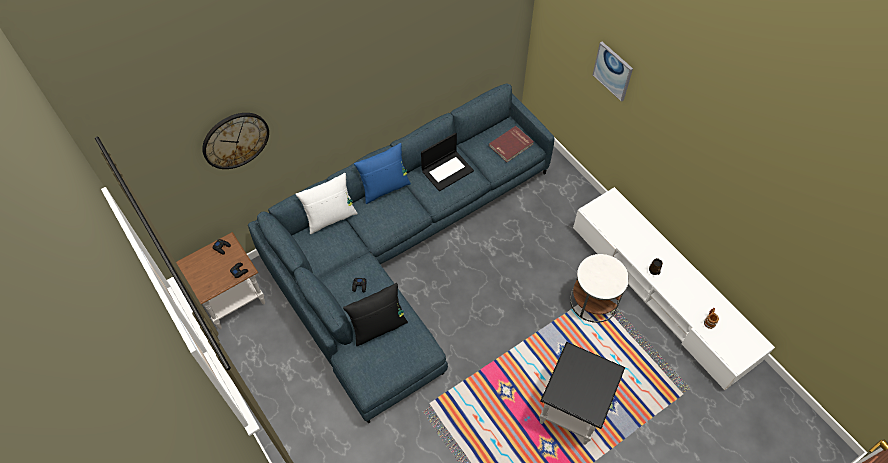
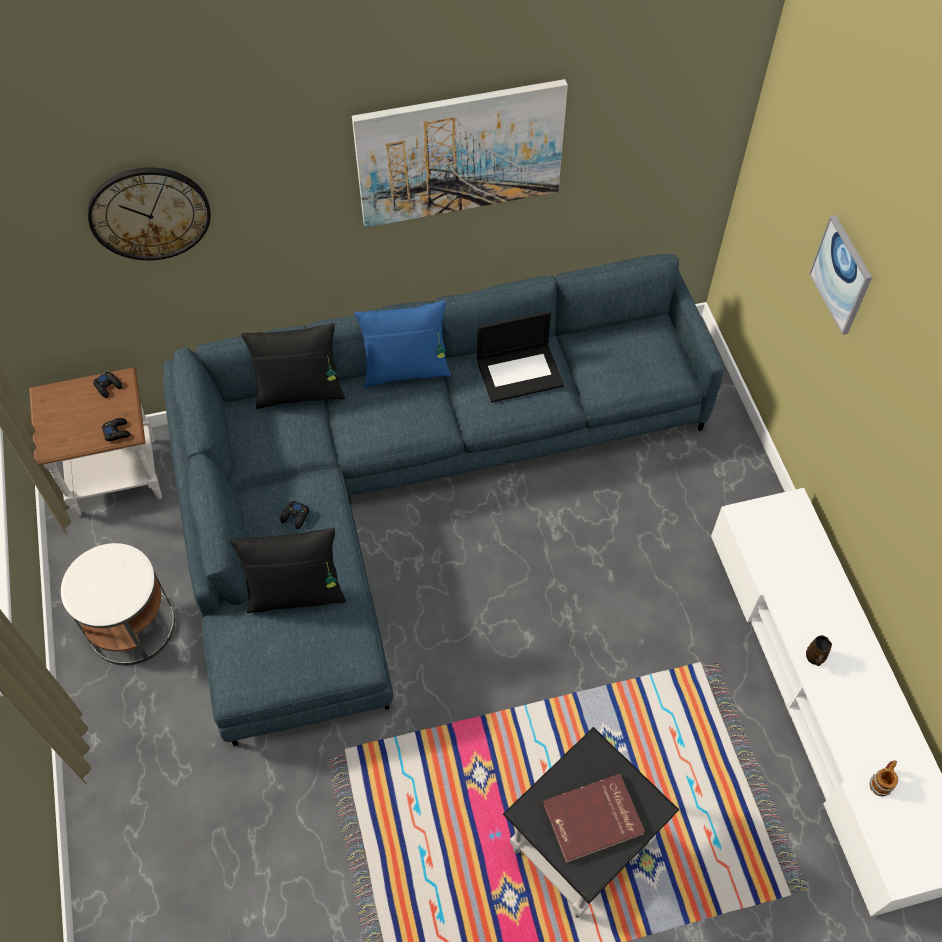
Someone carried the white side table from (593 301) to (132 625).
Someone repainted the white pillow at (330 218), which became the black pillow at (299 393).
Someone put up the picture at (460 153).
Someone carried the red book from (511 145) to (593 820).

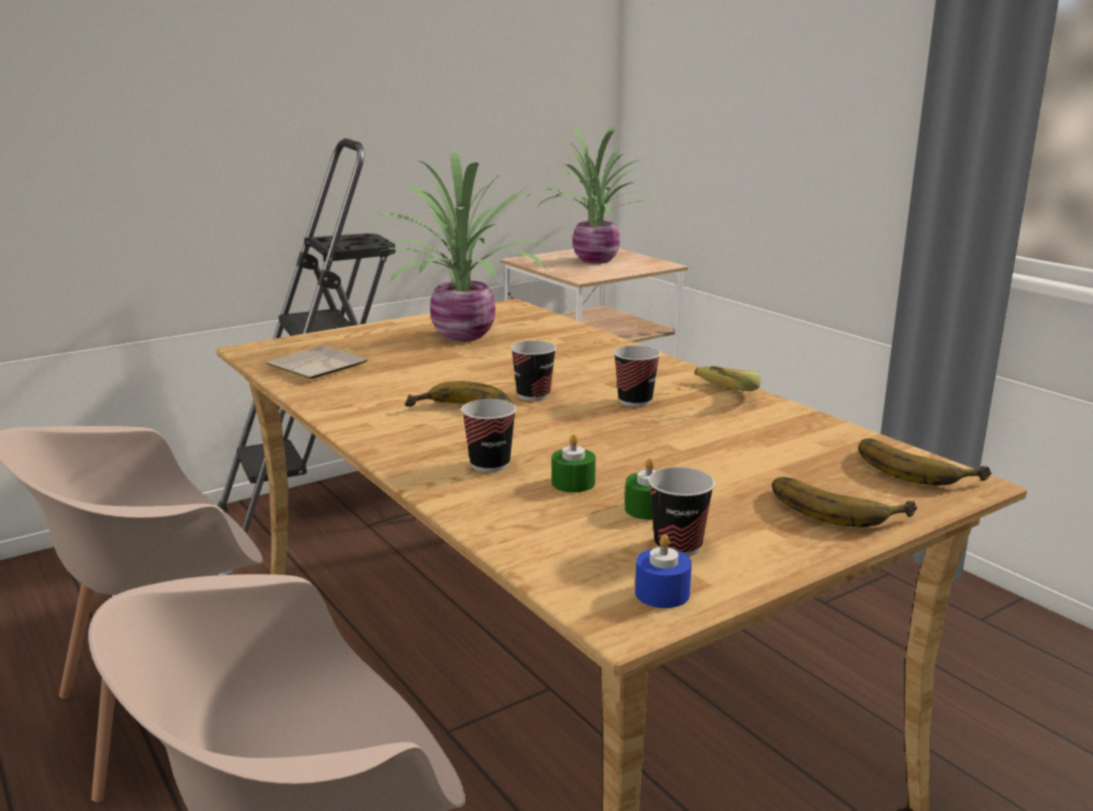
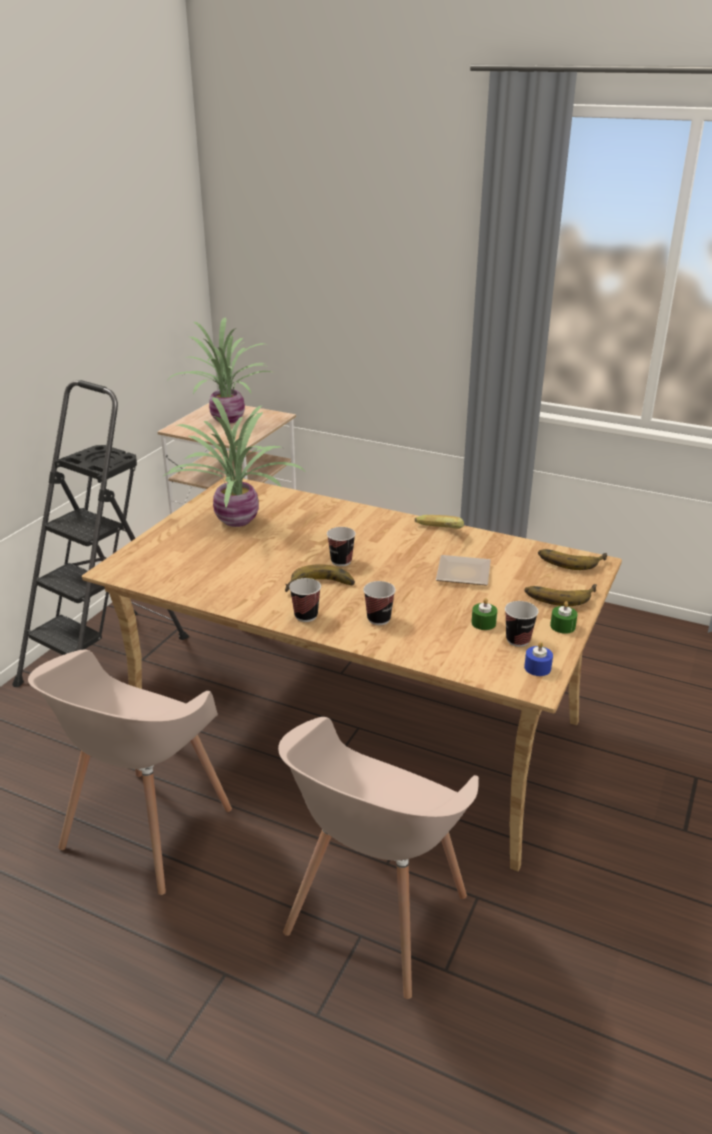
Someone carried the cup from (635 401) to (306 616).
Someone carried the plate from (316 368) to (465 574).
Someone carried the green candle from (573 483) to (562 626).

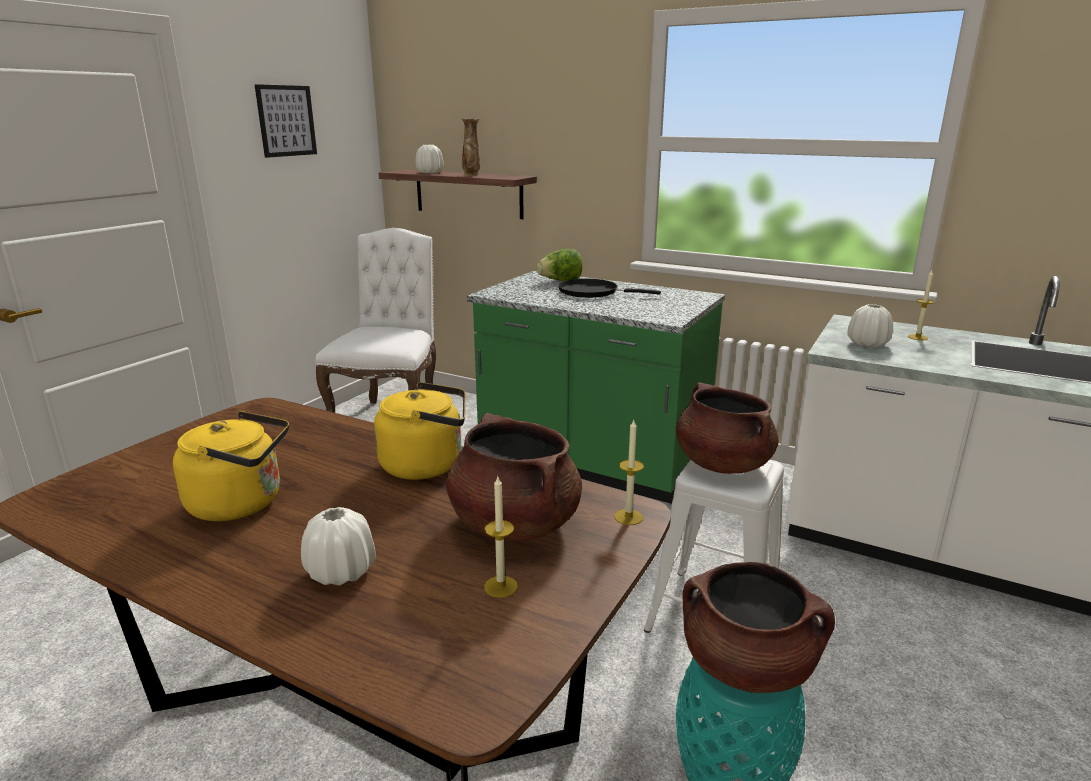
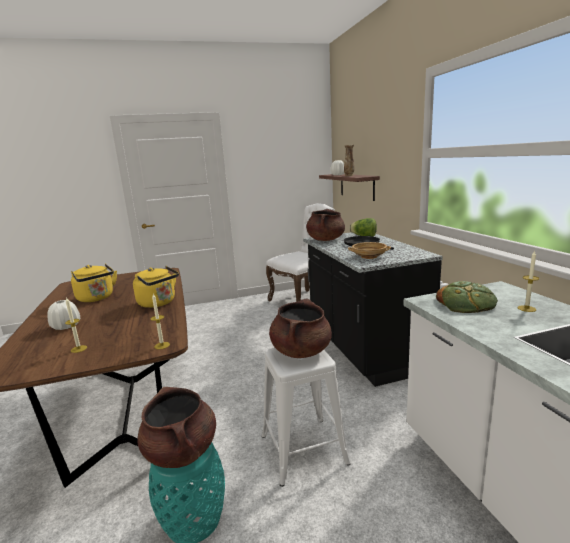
Someone repainted the green counter at (591 463), which became the black counter at (363 348).
Someone carried the brown cooking pot from (514 524) to (325 240).
Someone put down the beige bowl at (368 256).
Someone swapped the white vase at (867 343) for the bread at (466 303).
Someone took away the picture at (286 121).

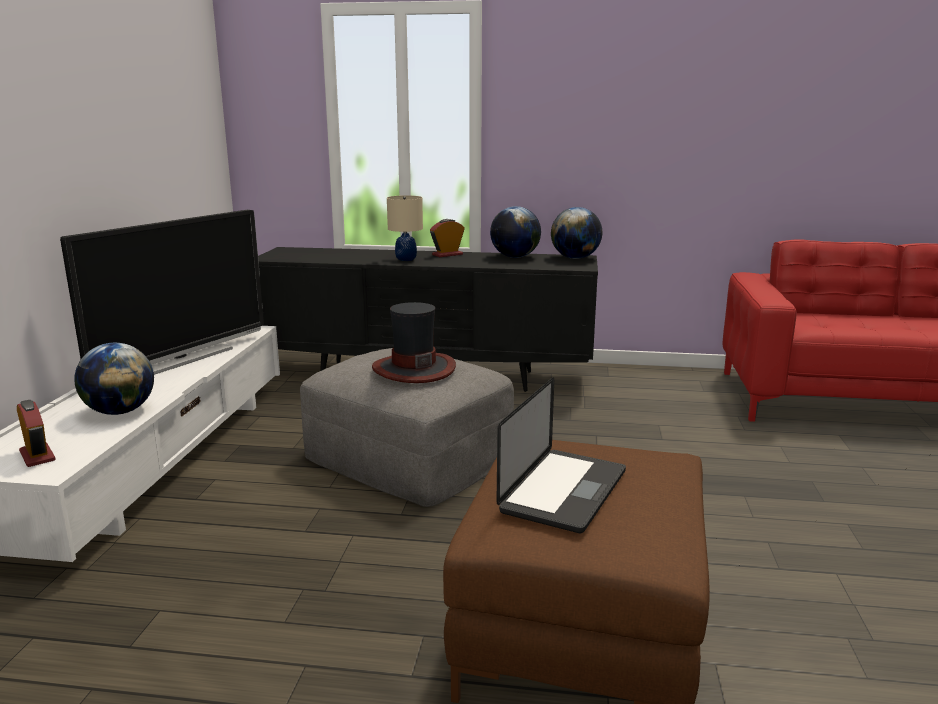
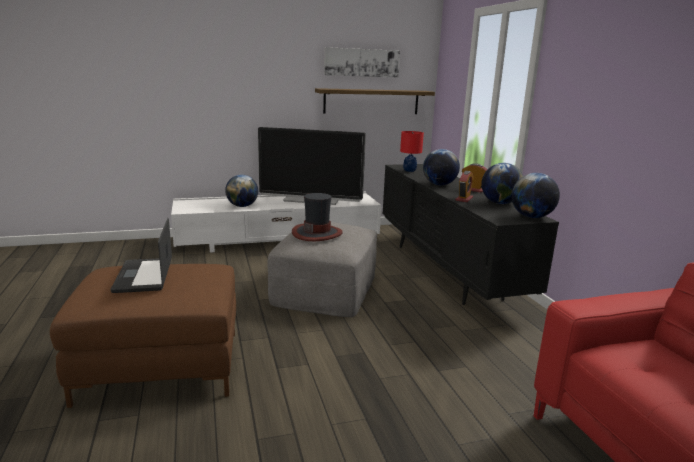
Someone rotated the laptop at (564 491) by 75 degrees clockwise.
Someone put up the shelf at (371 101).
Someone put up the picture at (362 62).
Someone put down the red table lamp at (409 171).
Someone swapped the beige table lamp at (406 260) for the globe at (439 185).
Someone carried the alarm clock from (37 456) to (464 199).

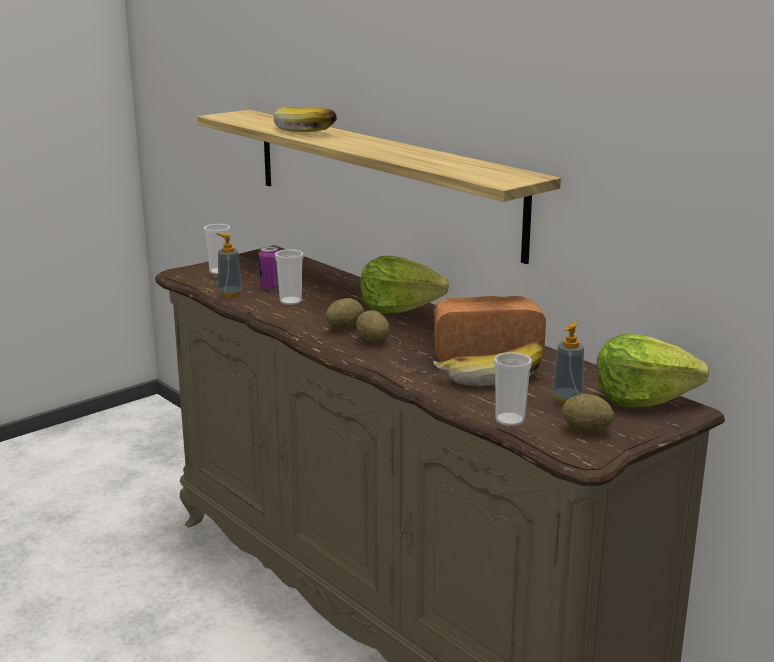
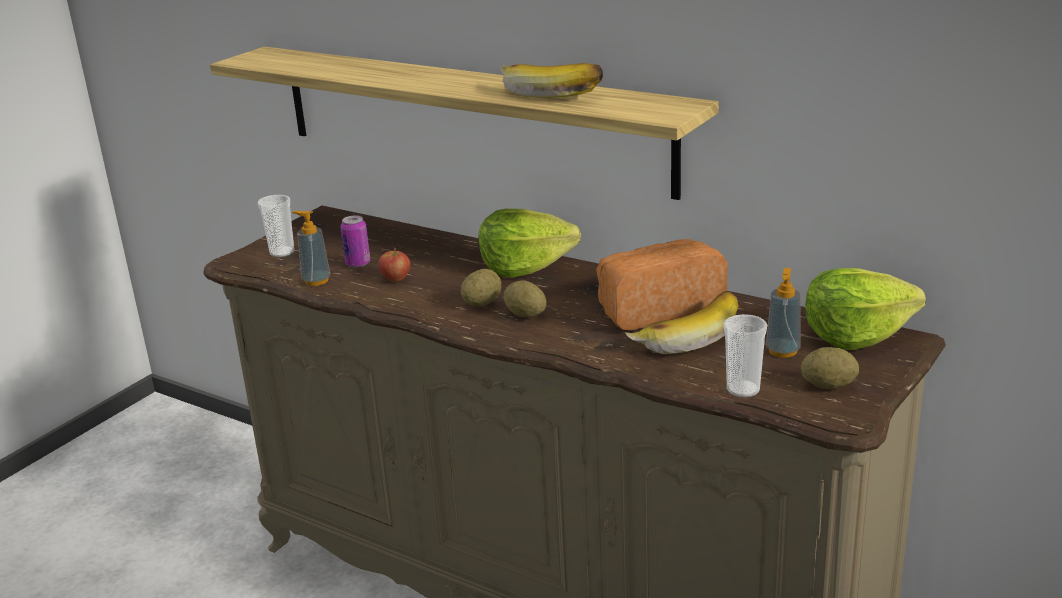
Someone swapped the cup at (290 301) for the apple at (395 279).
Someone carried the banana from (306 130) to (552 92).

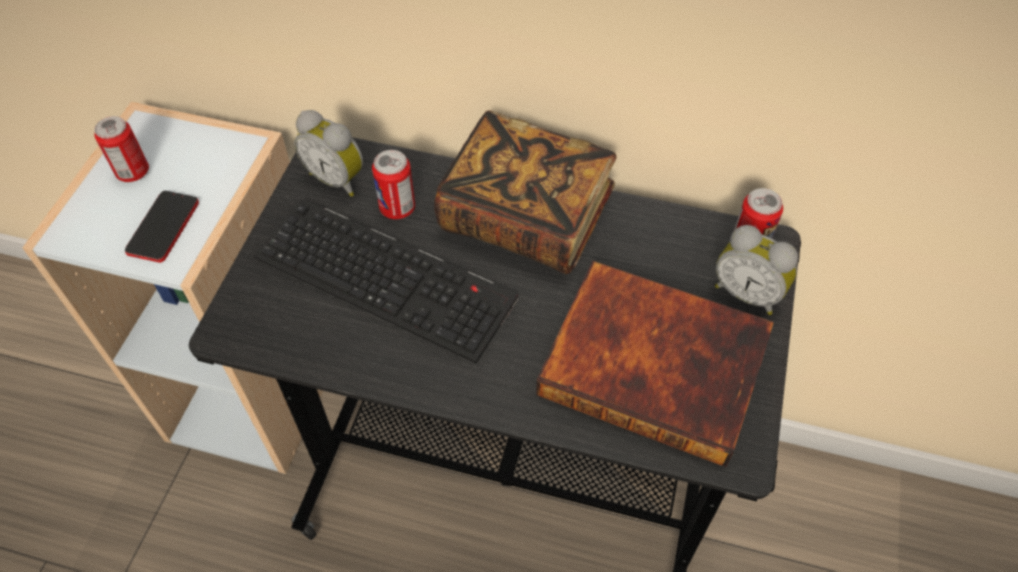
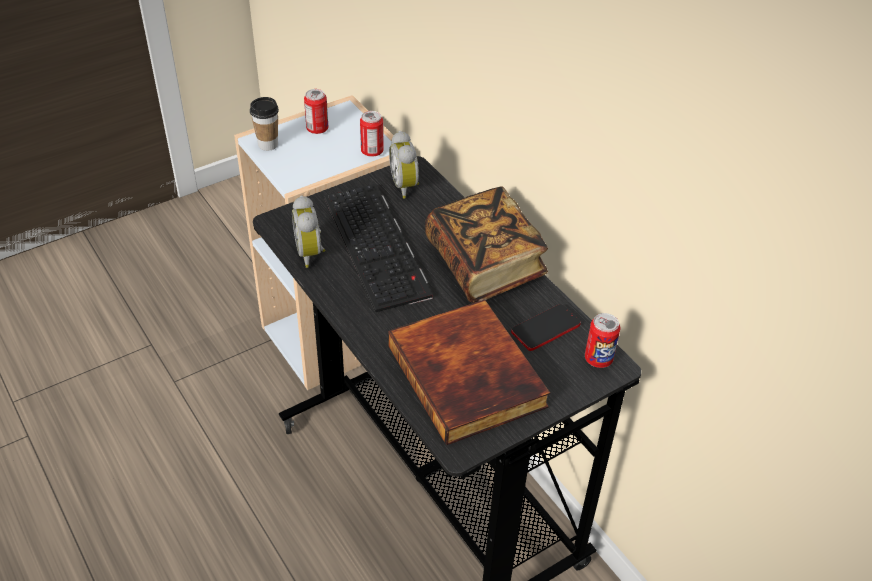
Someone put down the cup at (268 144).
Someone carried the alarm clock from (747 292) to (311 253).
Someone carried the can from (397 208) to (372 151).
Someone carried the phone from (163 227) to (545 328).

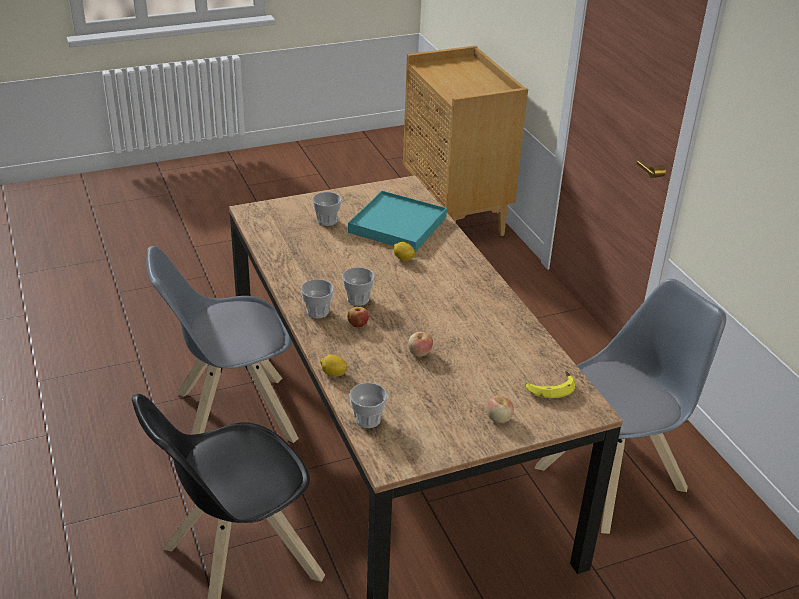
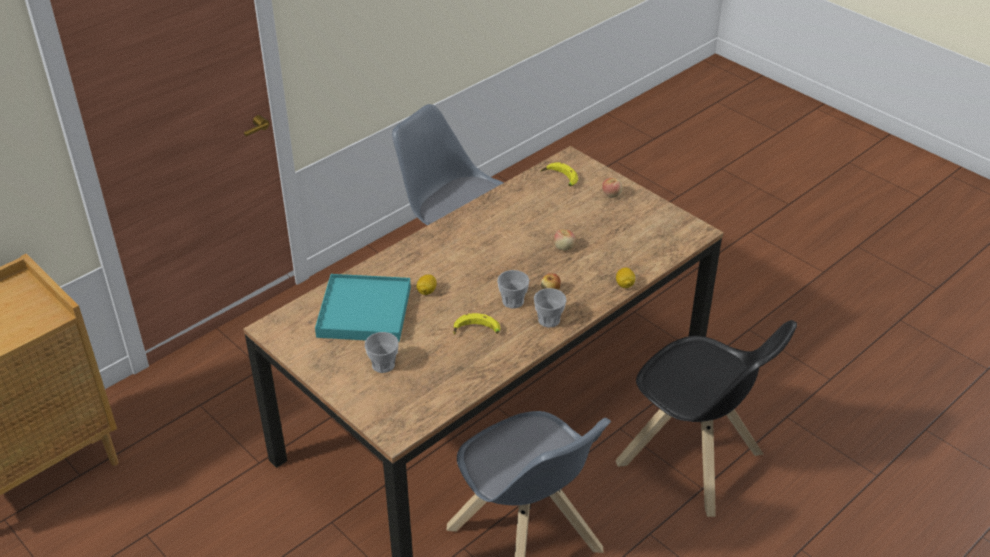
Someone put down the banana at (476 332).
Someone took away the cup at (367 419).

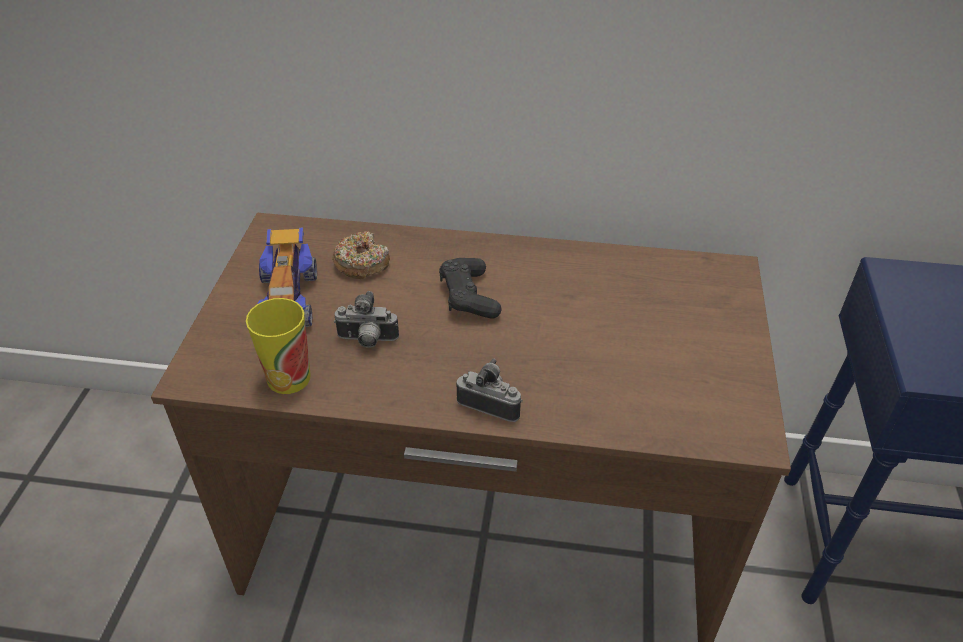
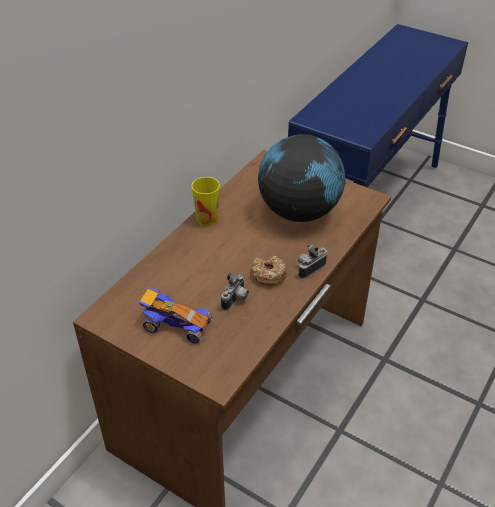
Someone carried the cup from (288 378) to (207 218).
Someone carried the donut from (361 263) to (268 275).
Someone put down the globe at (299 212).
Someone took away the black game controller at (468 297).

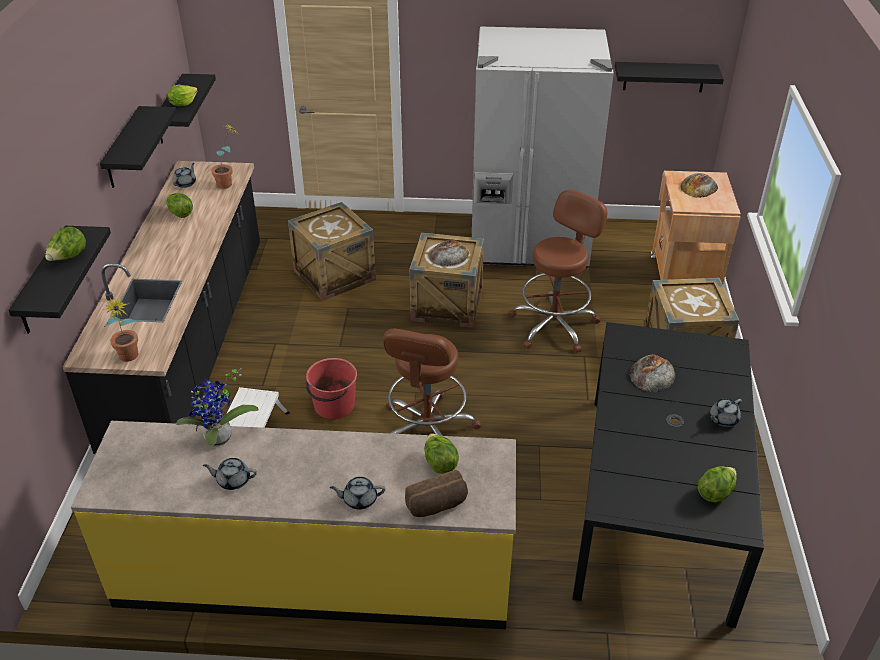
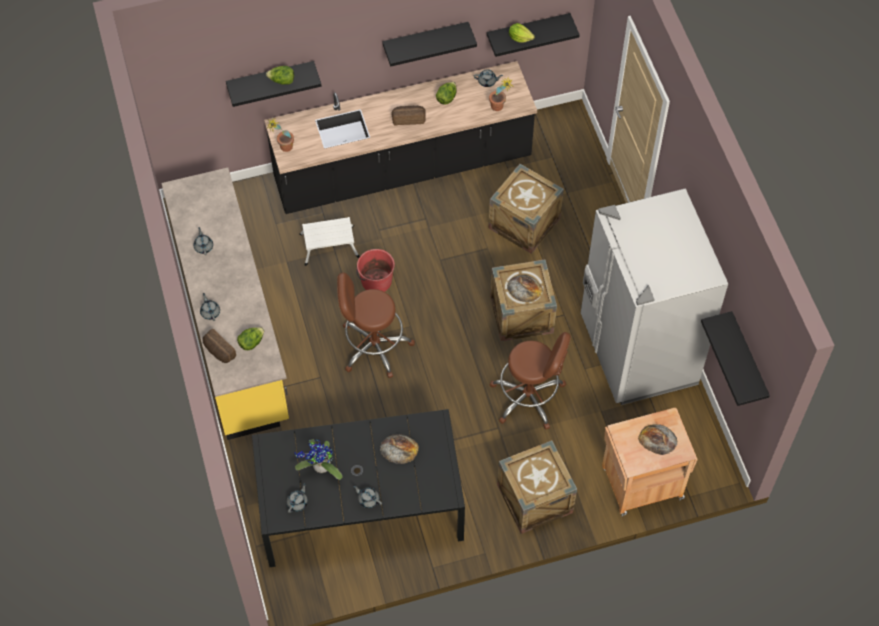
Someone swapped the lettuce at (715 492) for the grey teapot at (297 502).
Someone carried the potted plant from (219 440) to (320 468).
Someone put down the bread at (408 118).

